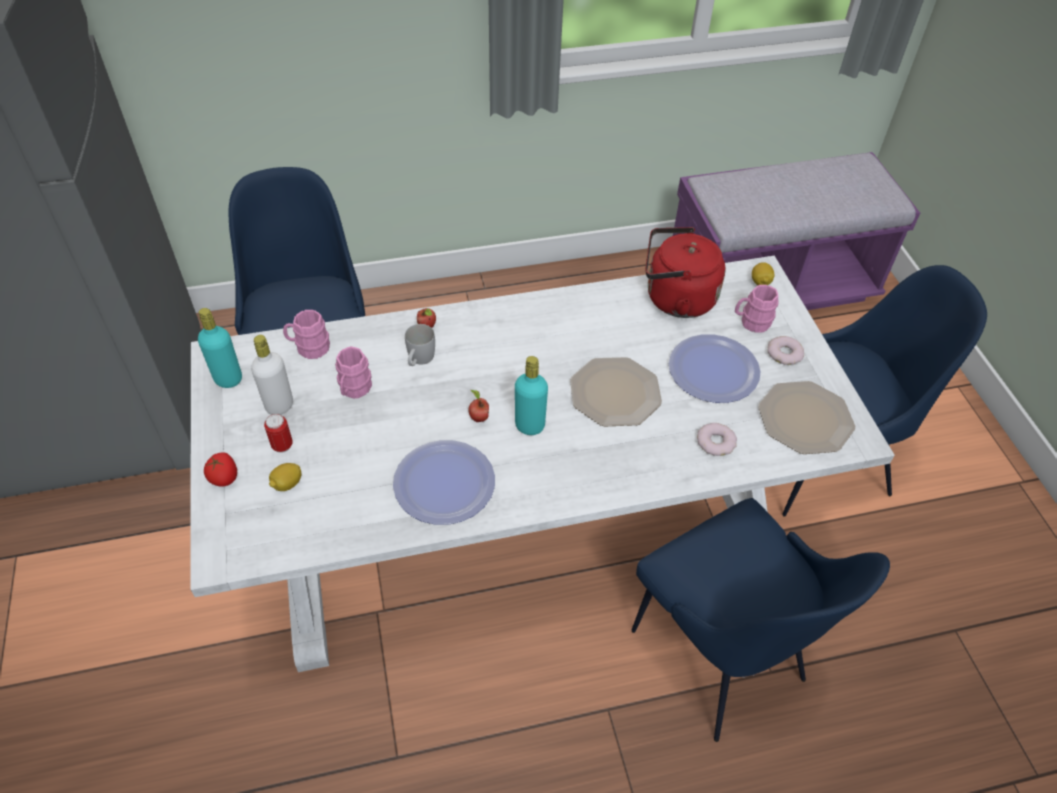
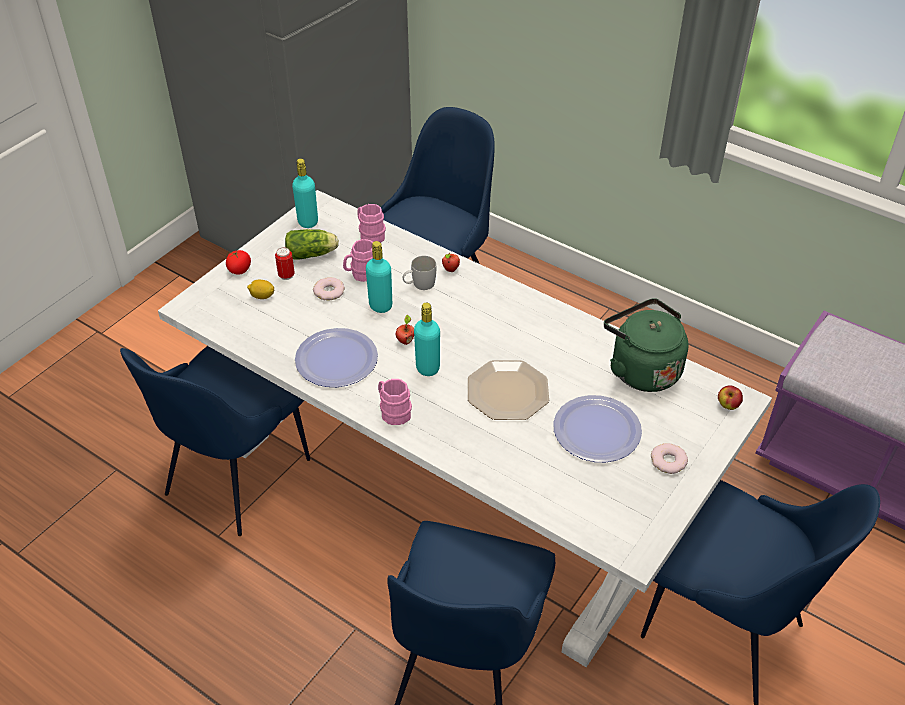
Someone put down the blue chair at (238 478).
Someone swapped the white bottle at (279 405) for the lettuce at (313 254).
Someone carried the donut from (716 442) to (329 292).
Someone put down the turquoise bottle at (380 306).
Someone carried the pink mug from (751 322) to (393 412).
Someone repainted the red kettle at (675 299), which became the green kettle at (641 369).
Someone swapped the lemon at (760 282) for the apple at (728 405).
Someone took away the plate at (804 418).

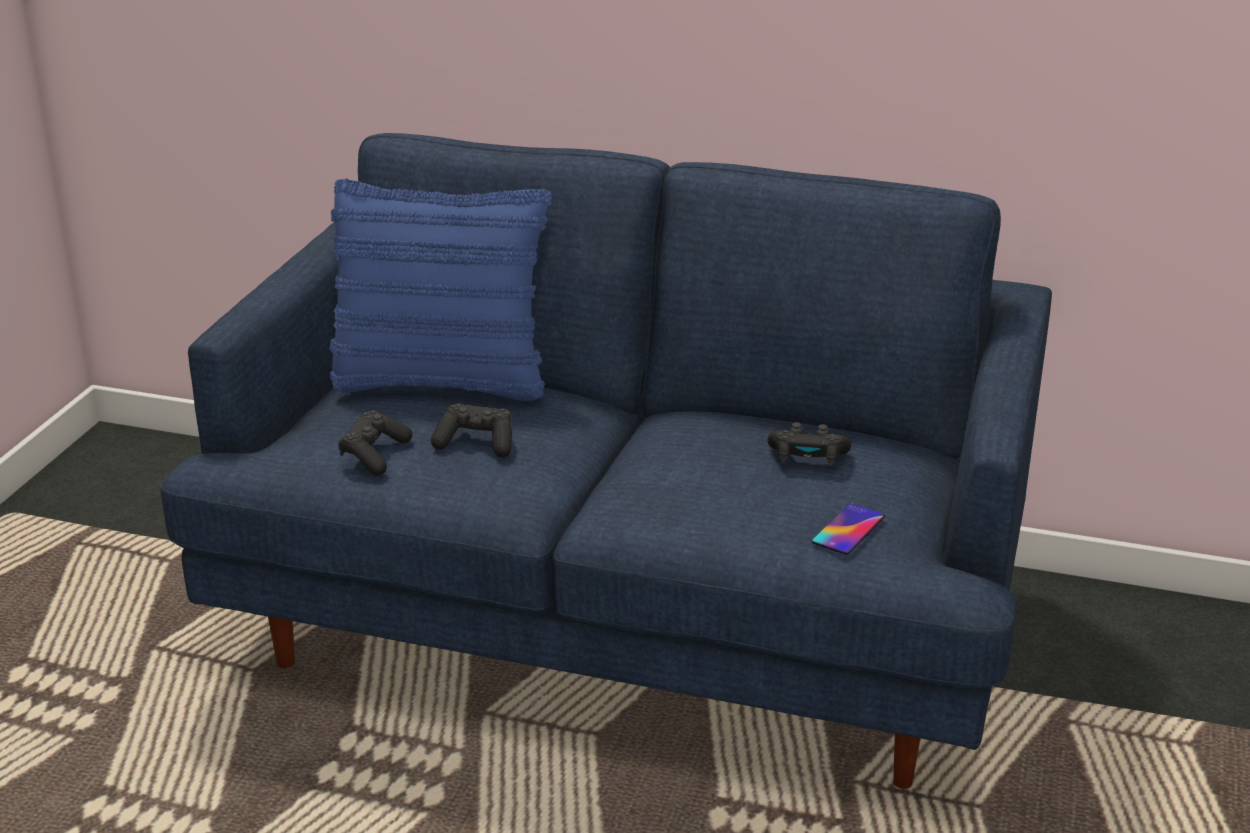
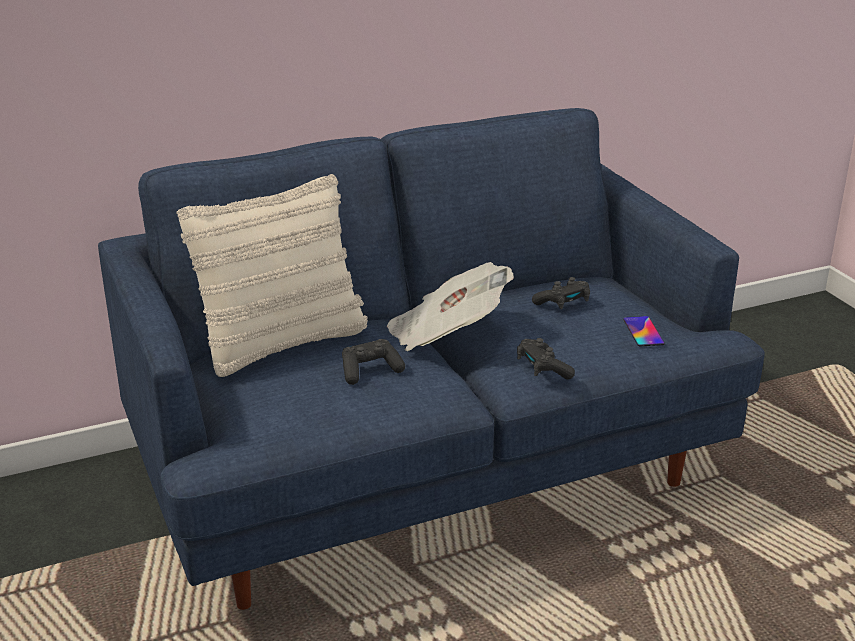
Someone repainted the blue pillow at (444 383), which became the beige pillow at (282 344).
Someone put down the newspaper at (446 334).
Someone carried the black game controller from (374 455) to (543 369).

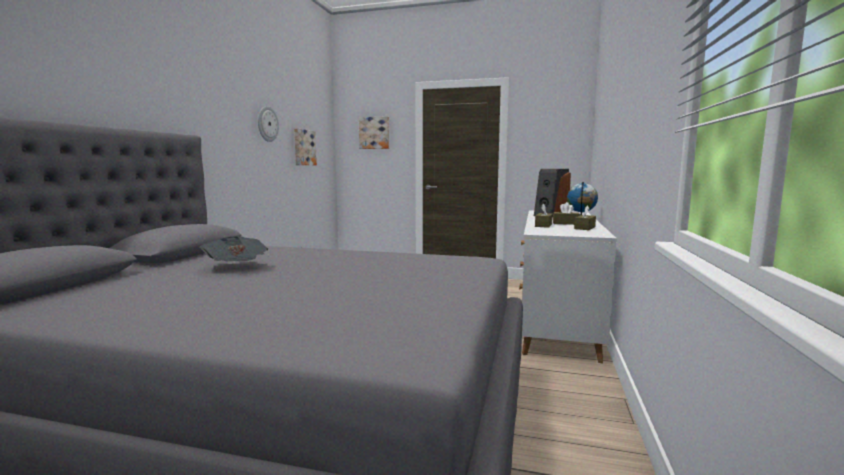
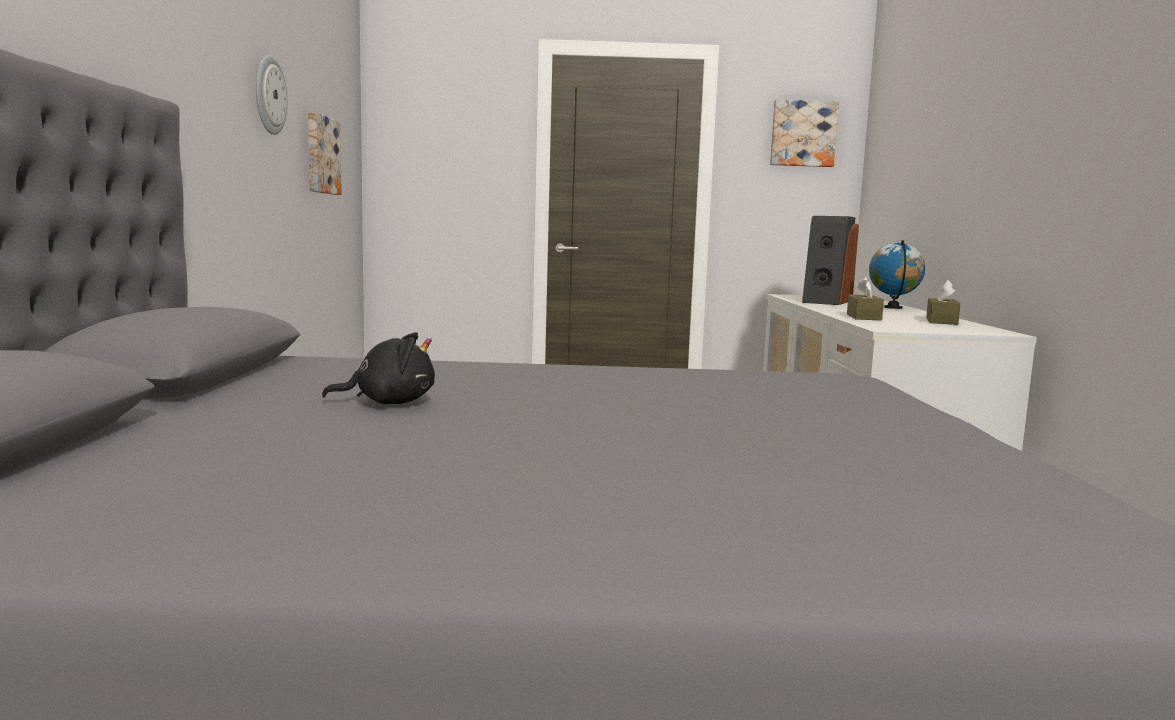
Someone swapped the newspaper at (237 267) for the black plush toy at (389 403).
Someone carried the picture from (374 133) to (803 134).
Someone took away the brown tissue box at (566 223).

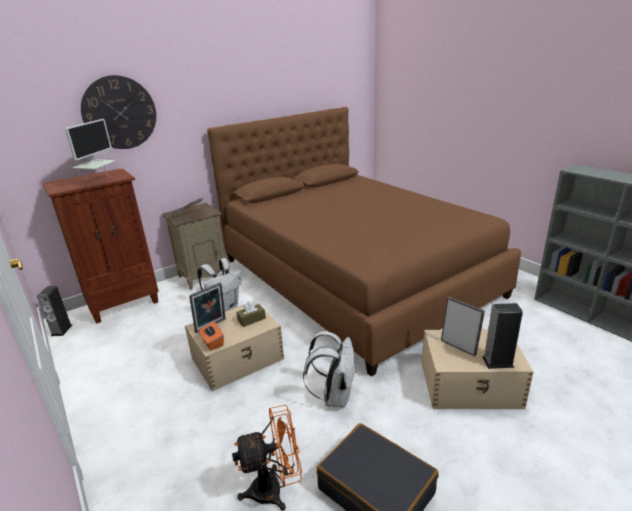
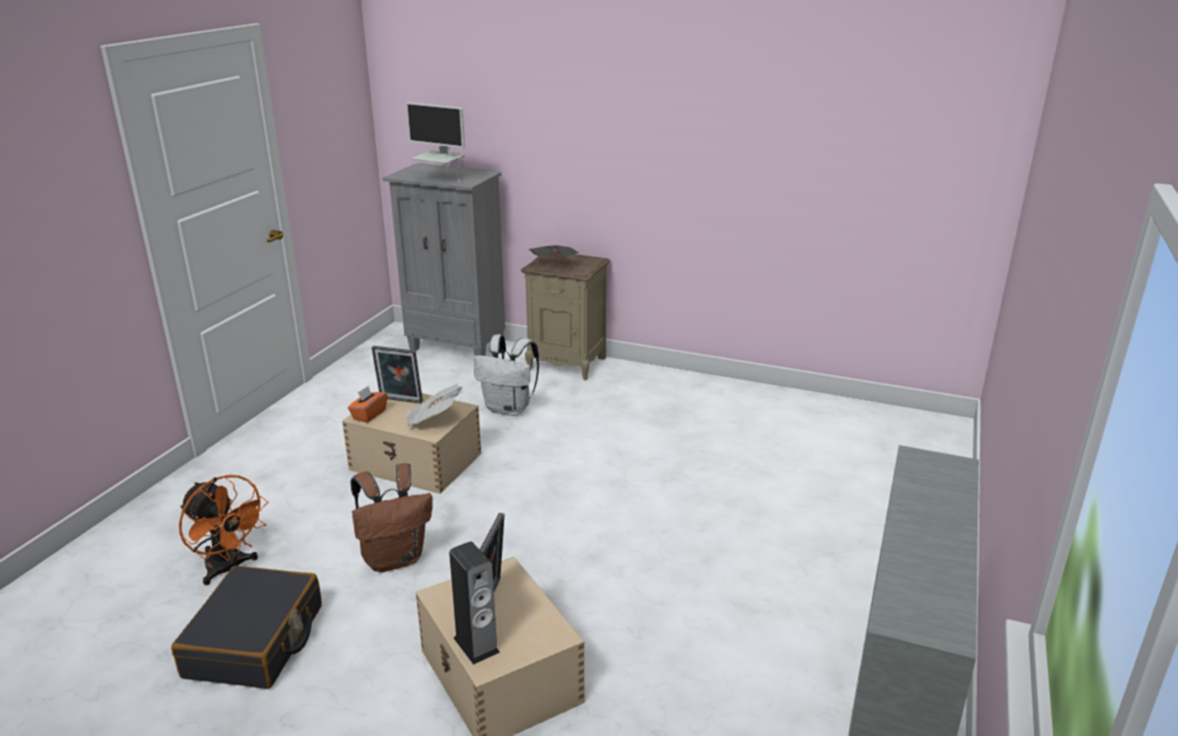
Someone repainted the white backpack at (335 396), which became the brown backpack at (395 558).
Someone repainted the brown cabinet at (124 306), which became the grey cabinet at (456 348).
Someone rotated the monitor at (99 181) by 45 degrees clockwise.
Someone swapped the brown tissue box at (251 319) for the newspaper at (433 419).
Someone took away the speaker at (61 330).
Someone took away the wall clock at (119 113).
Someone took away the brown bed at (354 276).

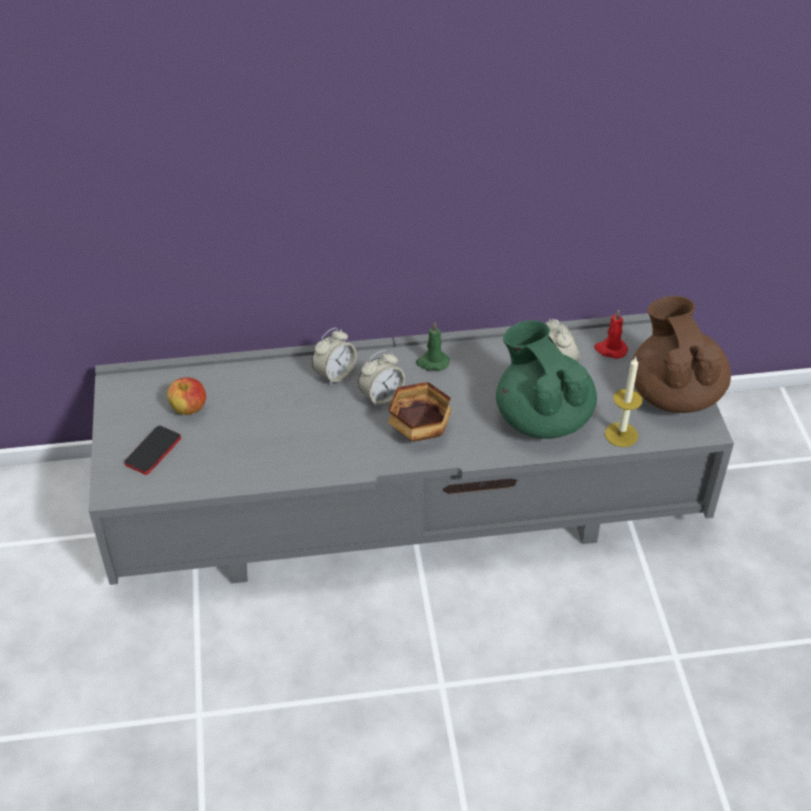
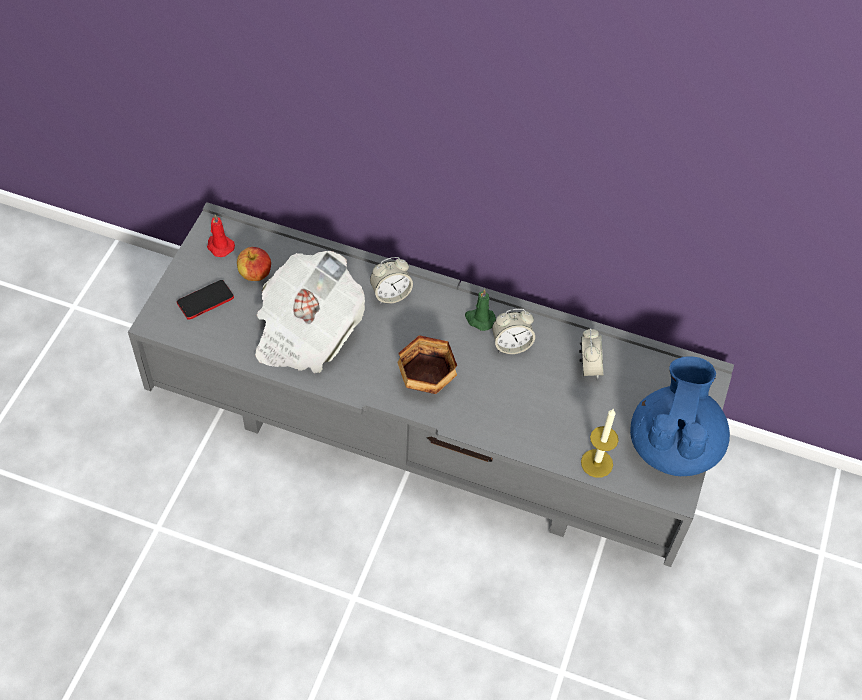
Someone carried the red candle from (610 349) to (219 246).
Someone put down the newspaper at (306 331).
Someone carried the alarm clock from (381 397) to (511 344).
Someone repainted the brown teapot at (674 393), which became the blue teapot at (673 445).
Someone took away the green teapot at (542 417).

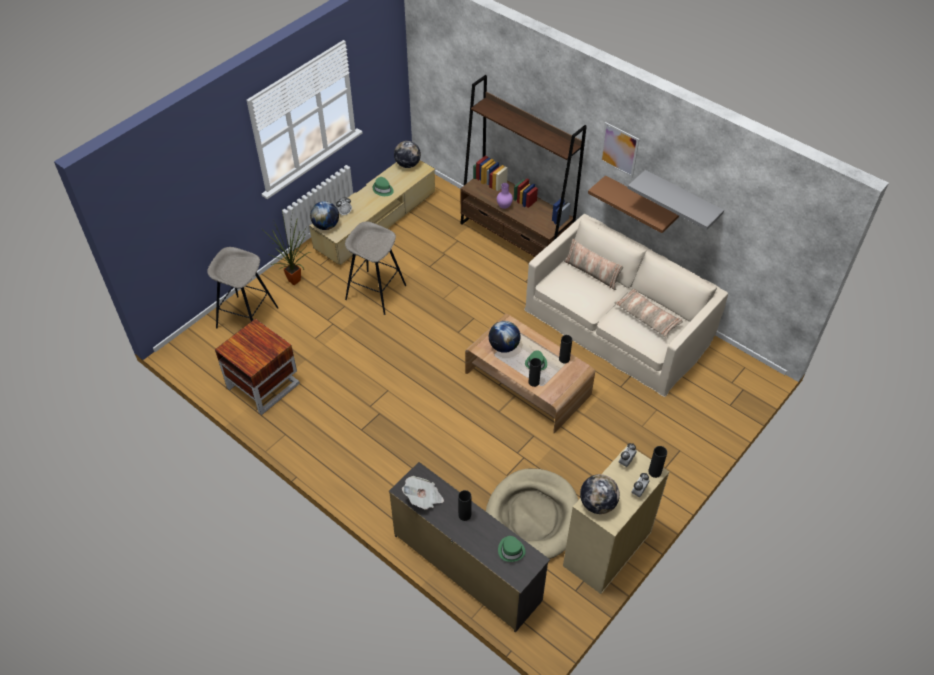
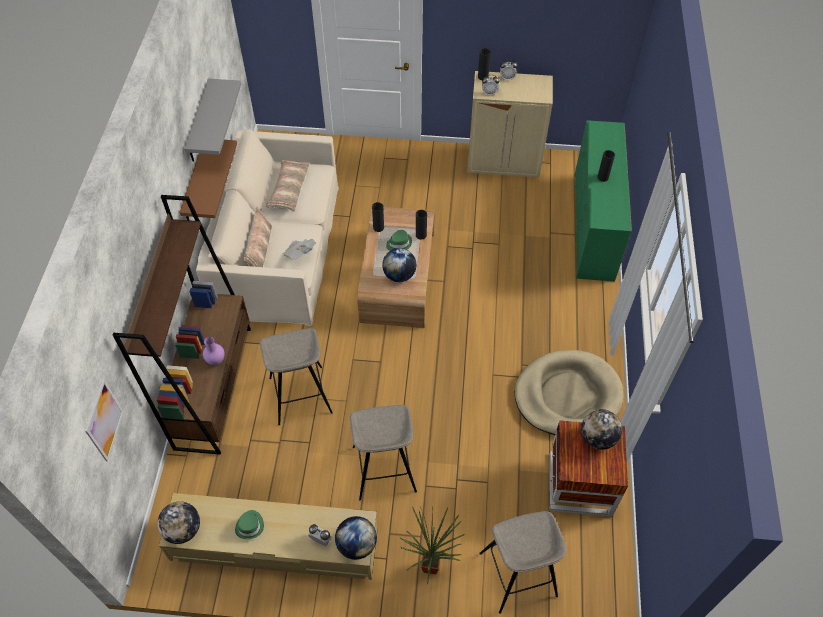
Someone carried the picture from (619 149) to (104 420).
Someone put down the grey stool at (300 395).
Someone carried the newspaper from (423 498) to (300 254).
Someone carried the beige dog bed from (532 517) to (567 395).
Someone repainted the black dresser at (467 567), which became the green dresser at (592 226).
Someone carried the globe from (597 504) to (598 438).
Someone took away the green hat at (511 550).

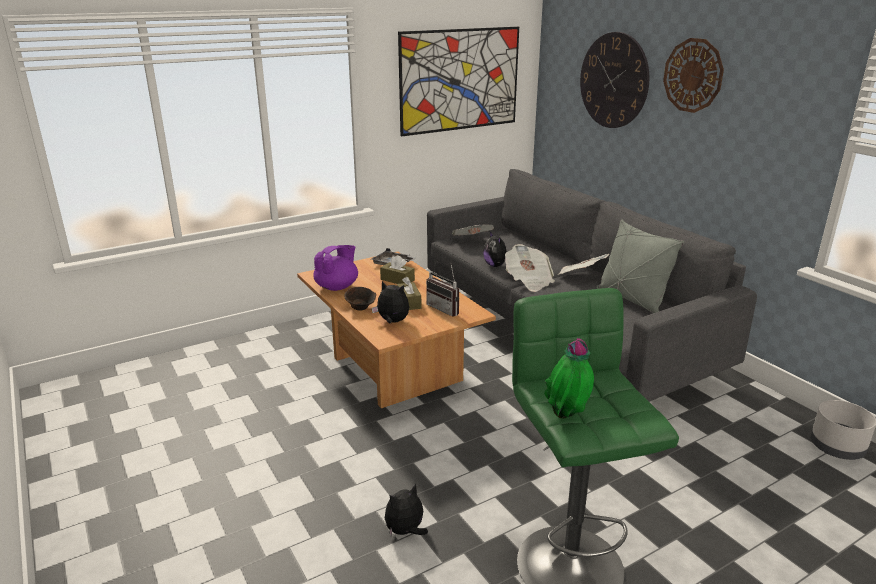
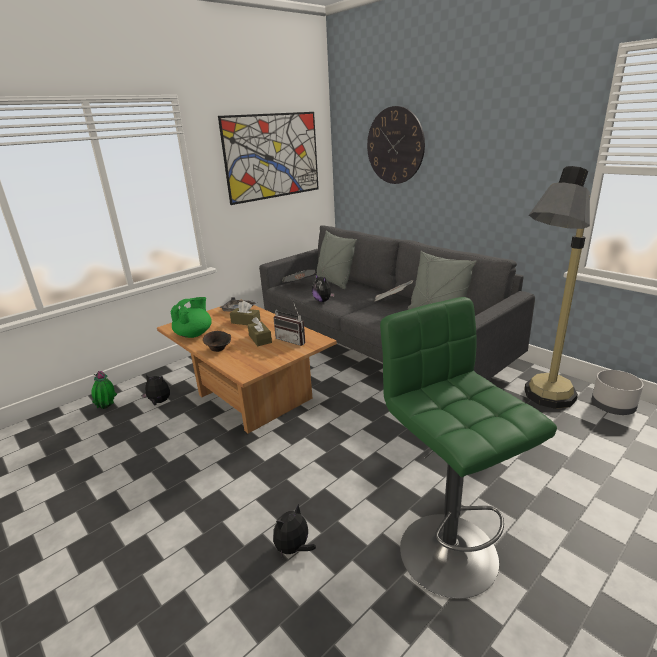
Someone carried the potted plant from (567 418) to (107 408).
Someone carried the plush toy from (392 322) to (159 402).
Someone repainted the purple teapot at (337 287), which became the green teapot at (194 334).
Someone put down the grey pillow at (334 282).
Someone put down the floor lamp at (539 404).
Someone took away the newspaper at (528 281).
Someone took away the wall clock at (693 75).

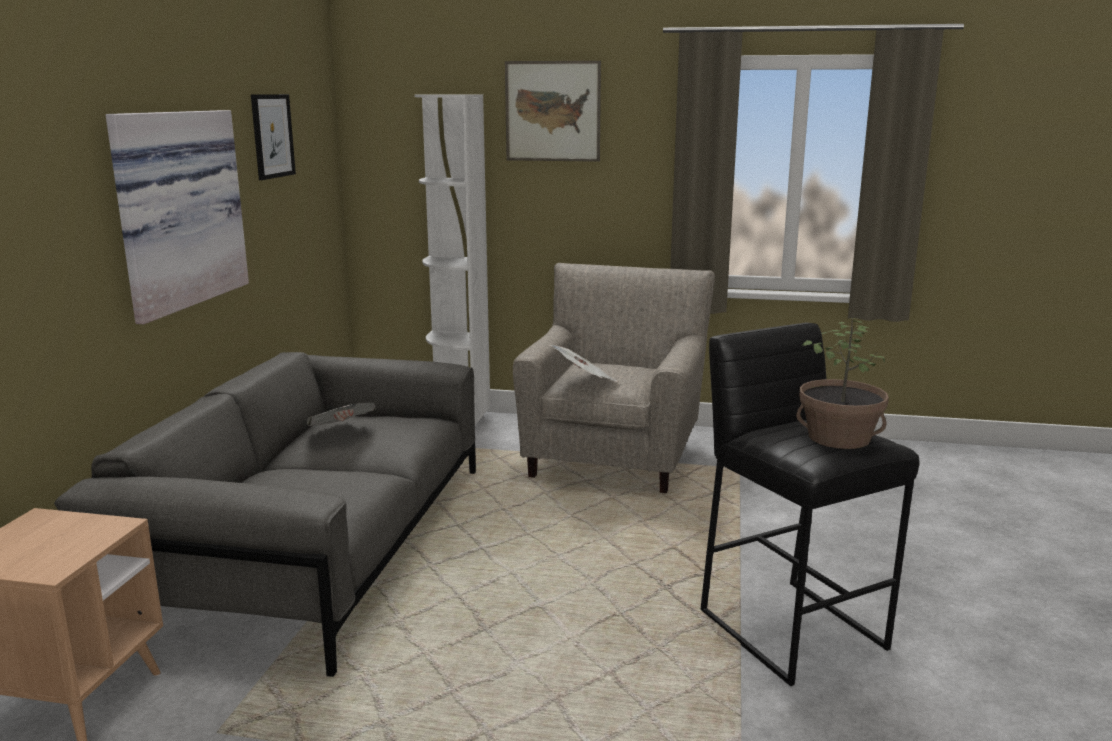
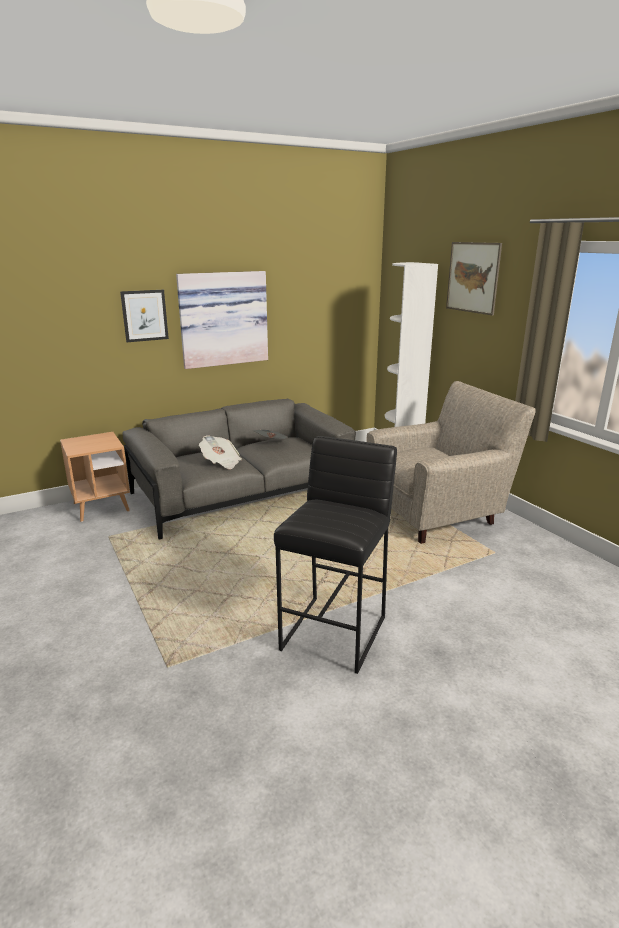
Someone carried the picture from (272 136) to (144 315).
Someone carried the newspaper from (584 380) to (221 462).
Someone took away the potted plant at (839 437).

